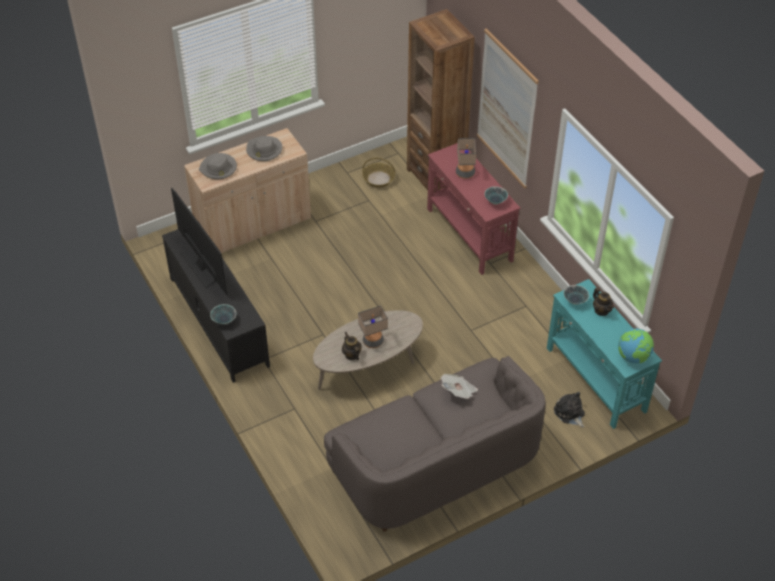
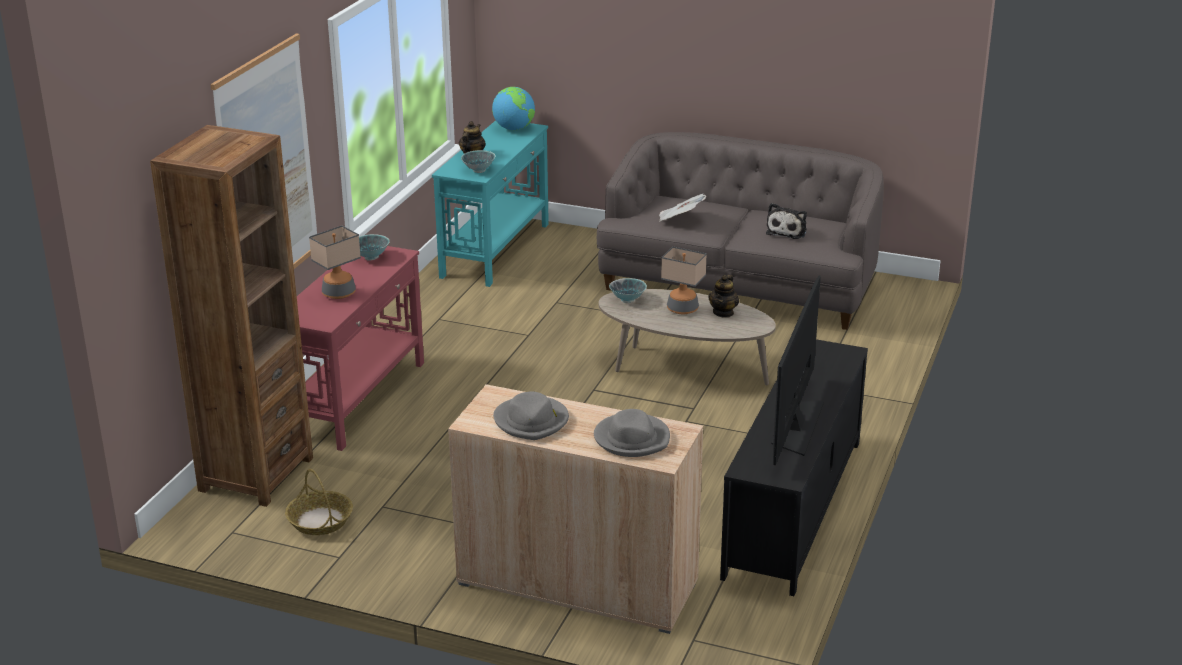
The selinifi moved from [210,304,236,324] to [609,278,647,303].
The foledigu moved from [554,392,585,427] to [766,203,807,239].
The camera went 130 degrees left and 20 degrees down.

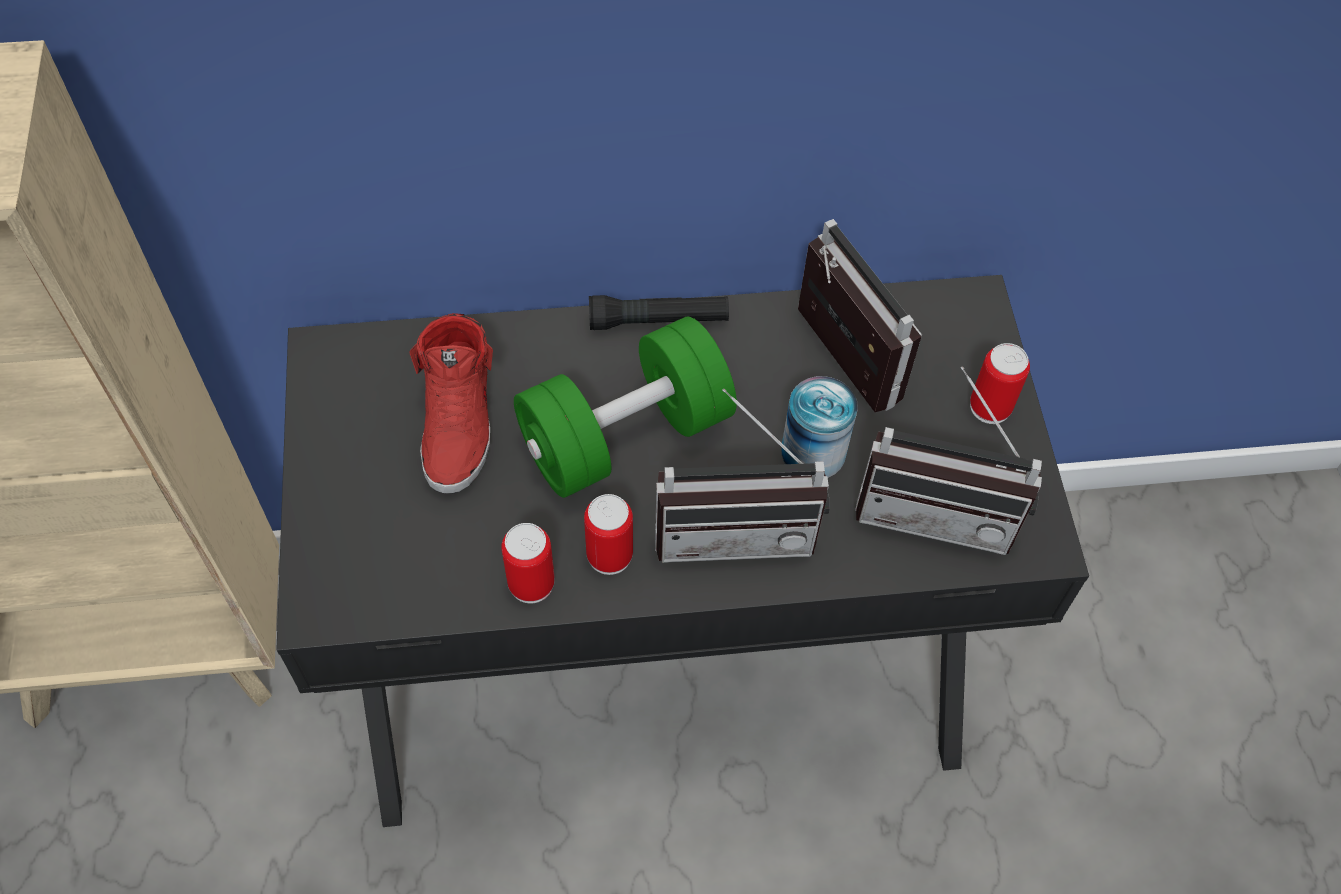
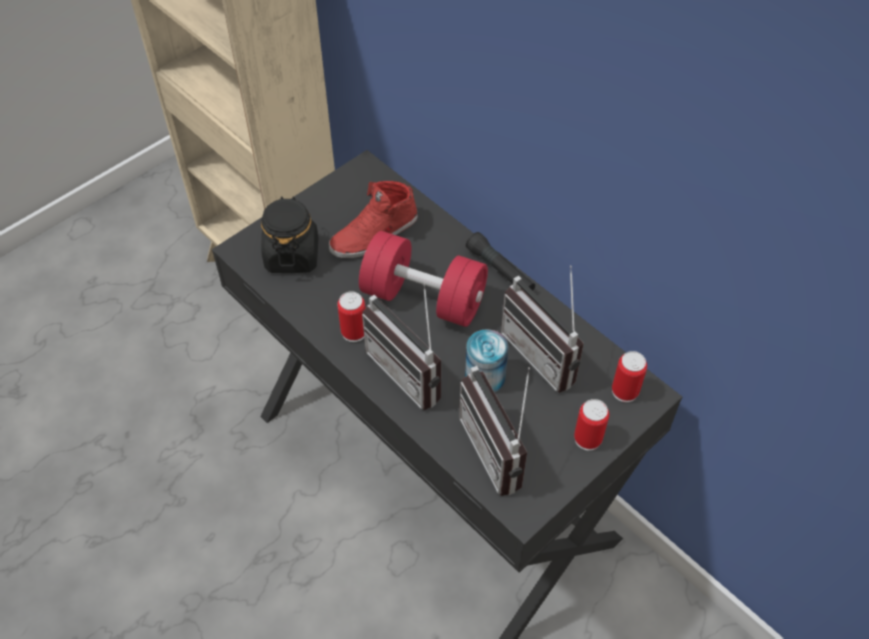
The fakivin moved from [501,523,555,603] to [612,351,647,402].
The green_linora at [514,317,737,498] became the red_linora at [359,231,488,327].
The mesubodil at [798,219,922,412] turned 120 degrees clockwise.
The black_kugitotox at [261,196,318,273] appeared.
The camera went 55 degrees right and 5 degrees down.

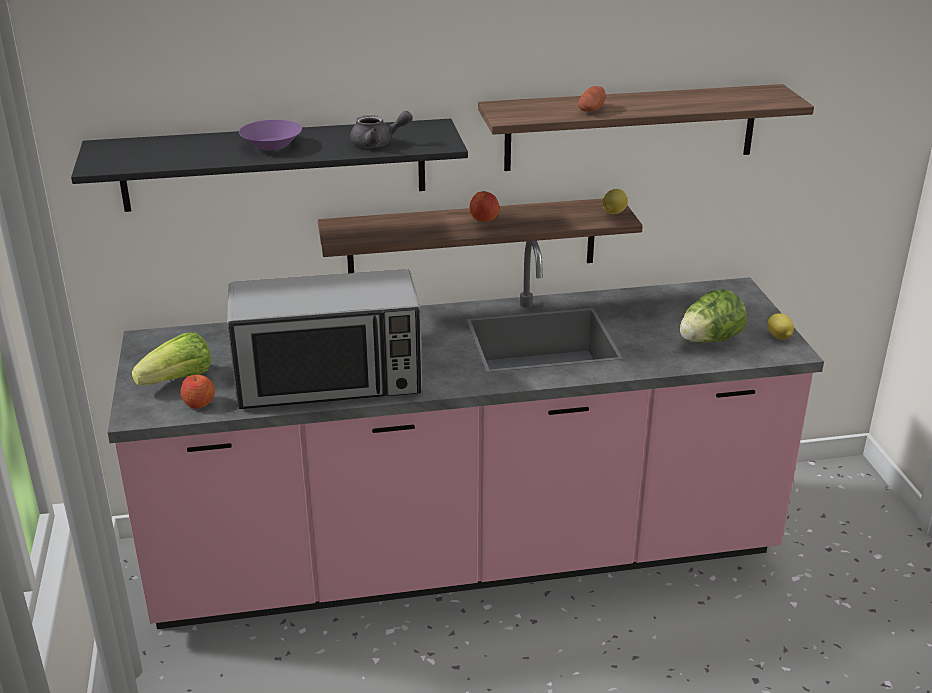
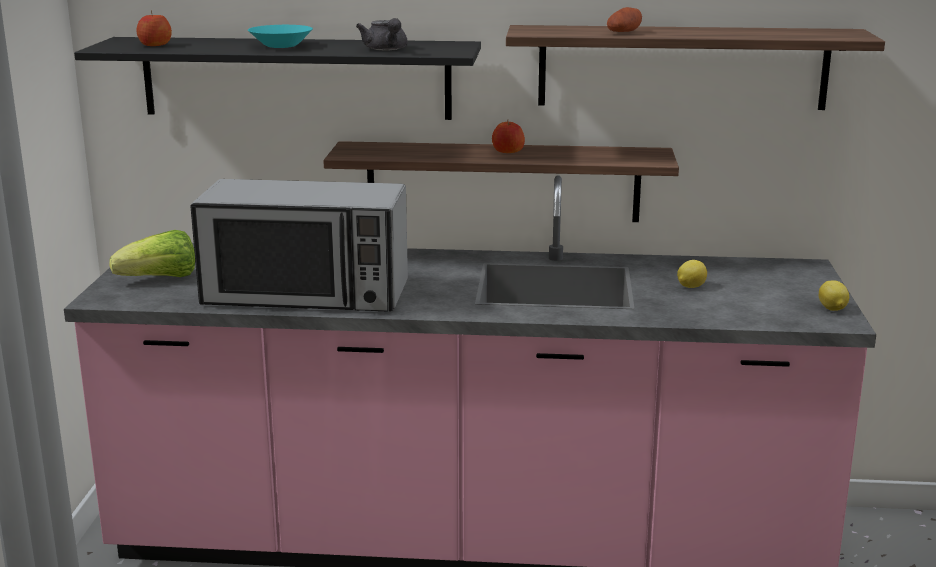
The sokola moved from [181,375,215,409] to [137,11,172,46].
The purple_selinifi at [239,120,302,150] became the turquoise_selinifi at [248,25,313,48].
The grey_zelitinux at [350,111,413,148] turned 60 degrees clockwise.
The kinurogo moved from [602,189,628,214] to [677,260,707,288].
The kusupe at [680,289,747,343] disappeared.
The camera went 15 degrees right and 10 degrees down.

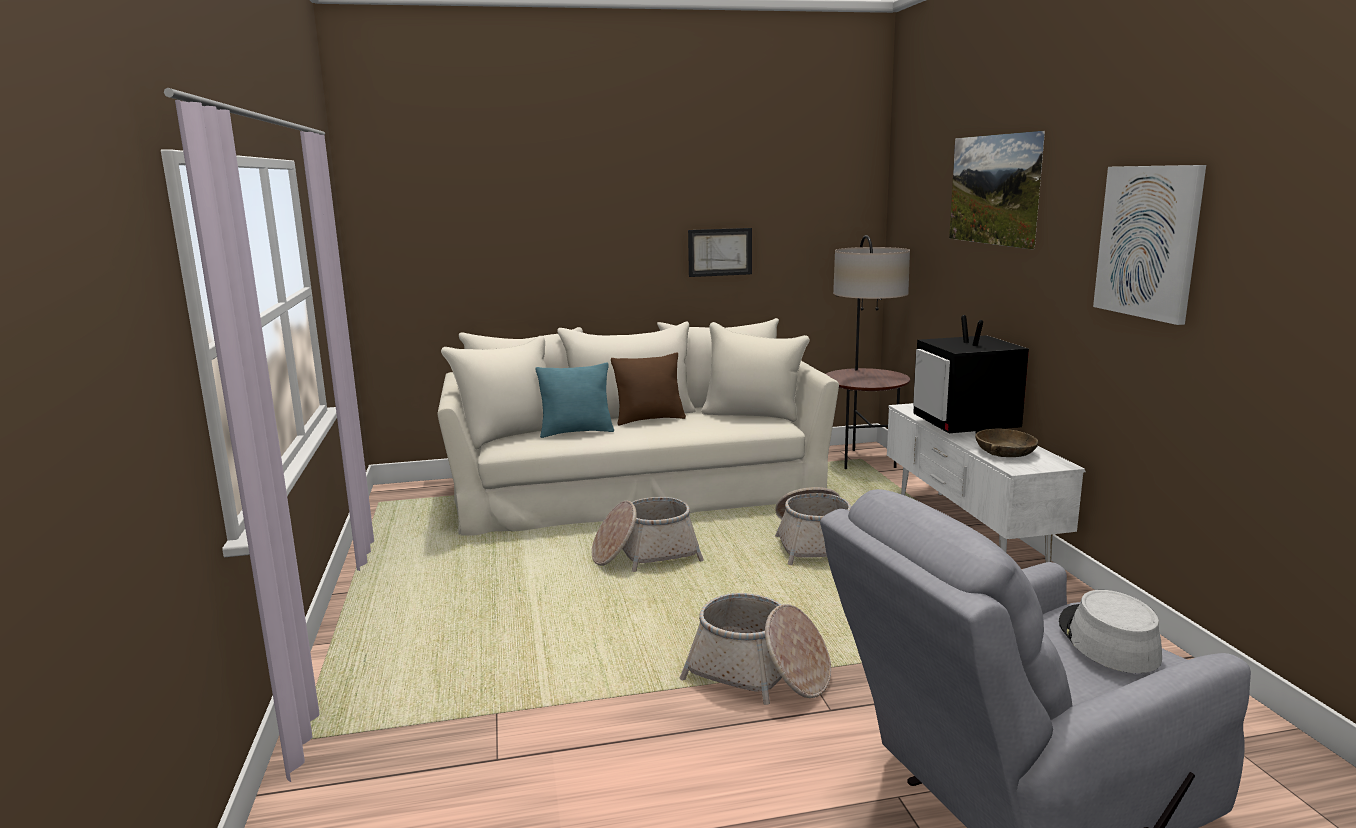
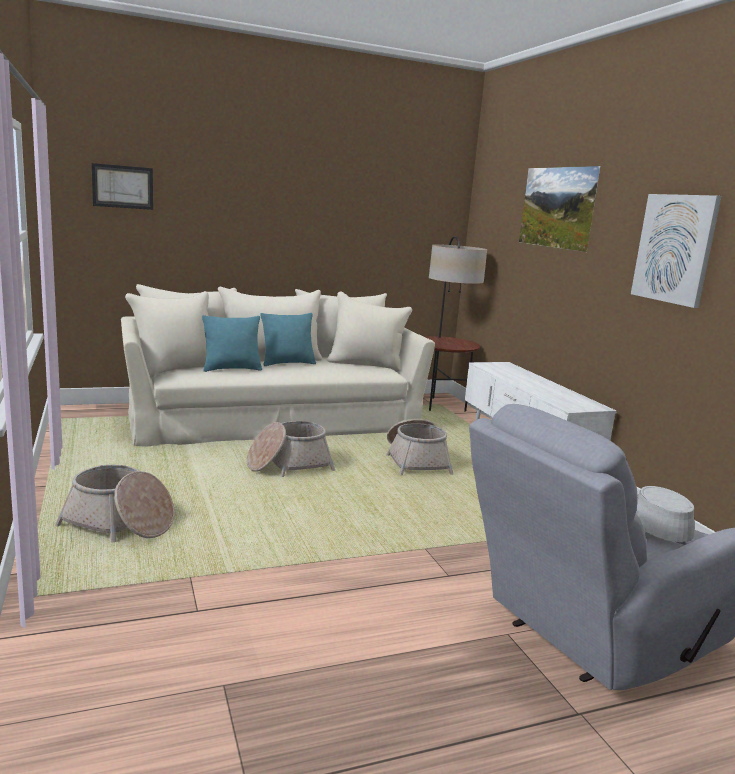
The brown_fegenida at [611,352,686,426] became the turquoise_fegenida at [261,313,316,366].
The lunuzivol moved from [680,593,831,705] to [55,465,175,543].
The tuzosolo moved from [688,228,752,277] to [92,163,153,210].
The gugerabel at [913,315,1029,433] disappeared.
The brown_selinifi at [975,428,1038,457] disappeared.
The camera went 10 degrees left and 0 degrees up.

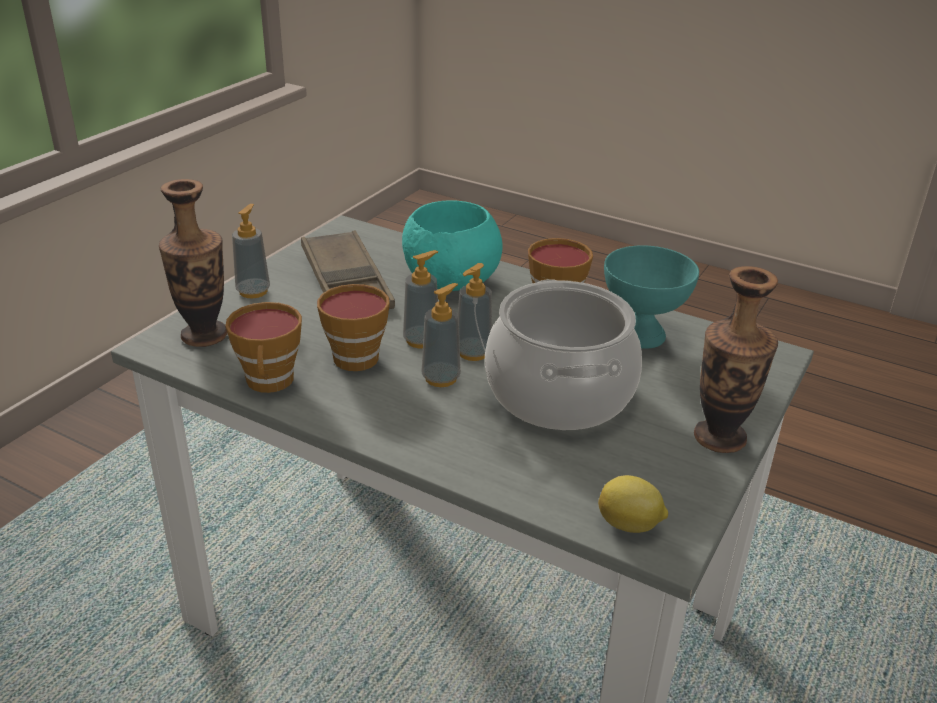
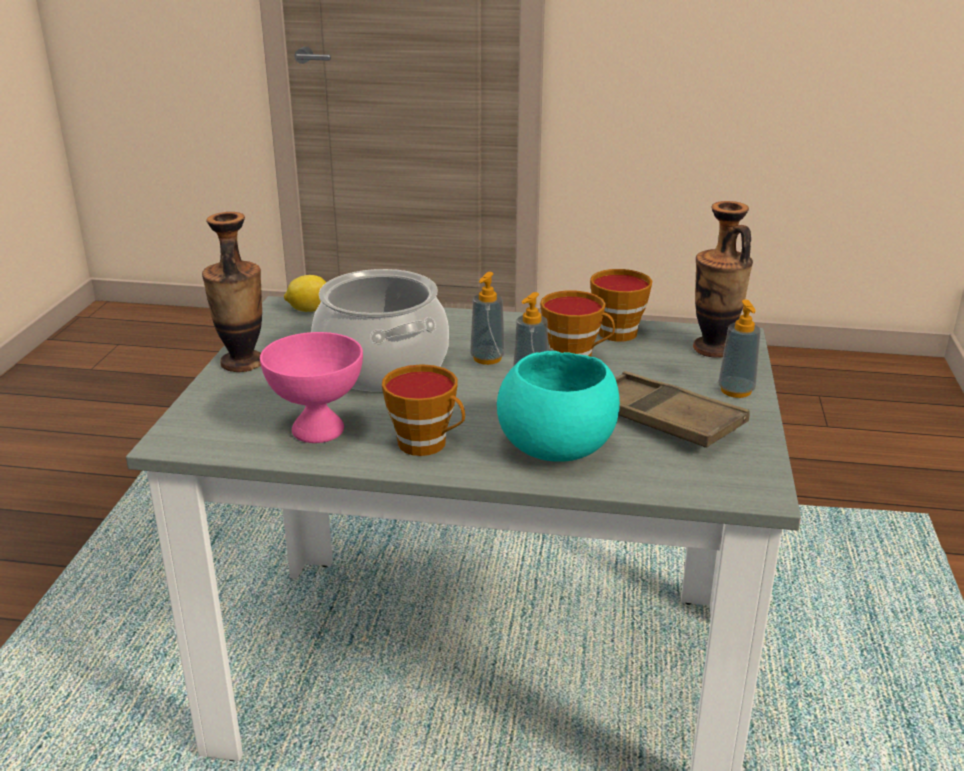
The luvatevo at [458,263,492,361] disappeared.
The turquoise_selinifi at [604,245,699,349] became the pink_selinifi at [260,332,363,443].
The camera went 160 degrees right and 5 degrees down.

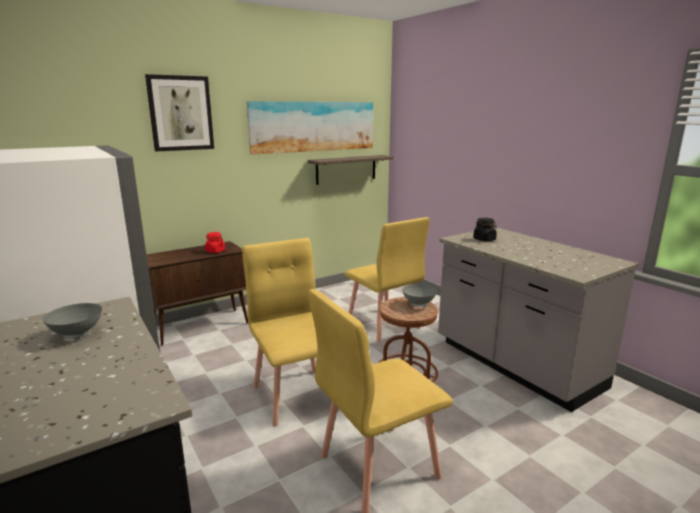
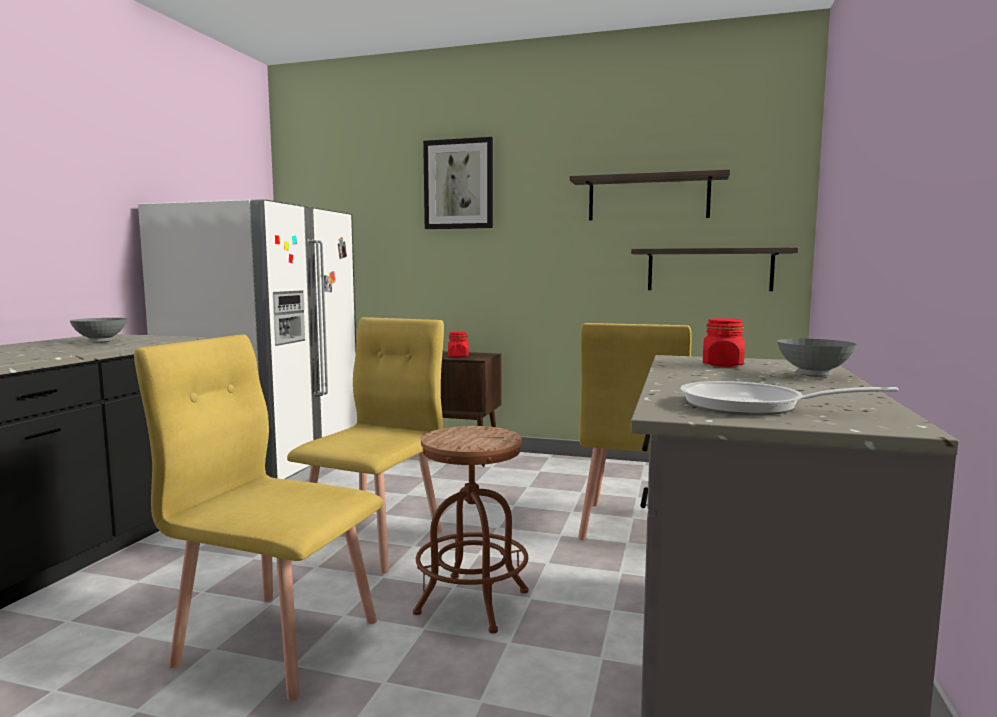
The tuzosolo at [247,101,373,155] was replaced by the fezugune at [569,169,730,220].
The grey_selinifi moved from [402,284,437,307] to [777,339,857,377].
The black_kugitotox at [473,218,497,241] became the red_kugitotox at [703,318,745,367].
The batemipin at [680,381,898,416] appeared.
The camera went 50 degrees right and 10 degrees down.

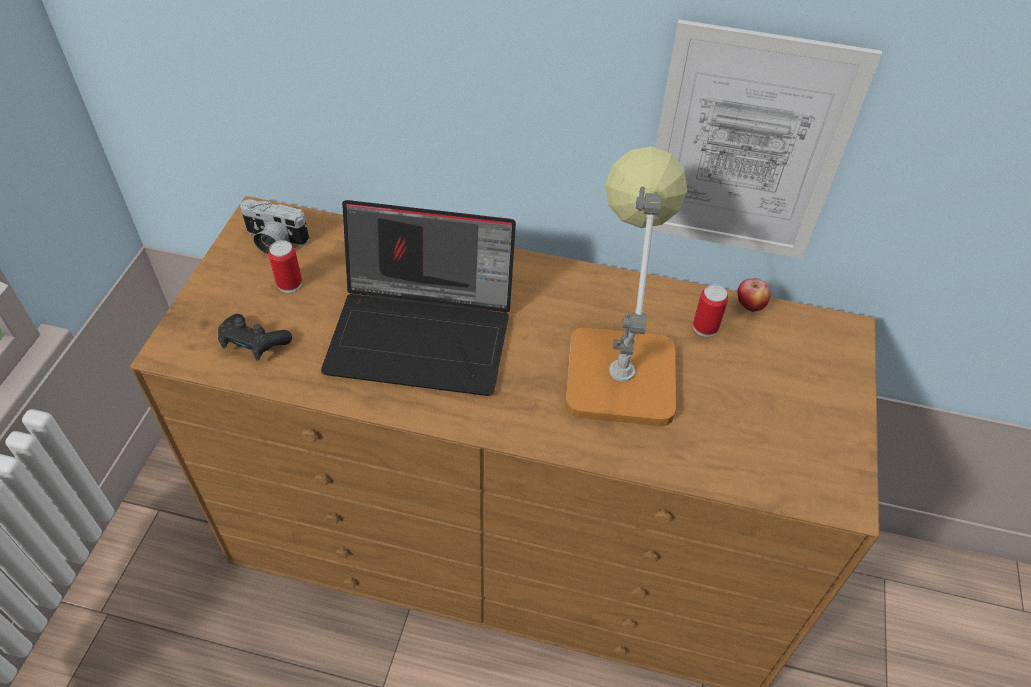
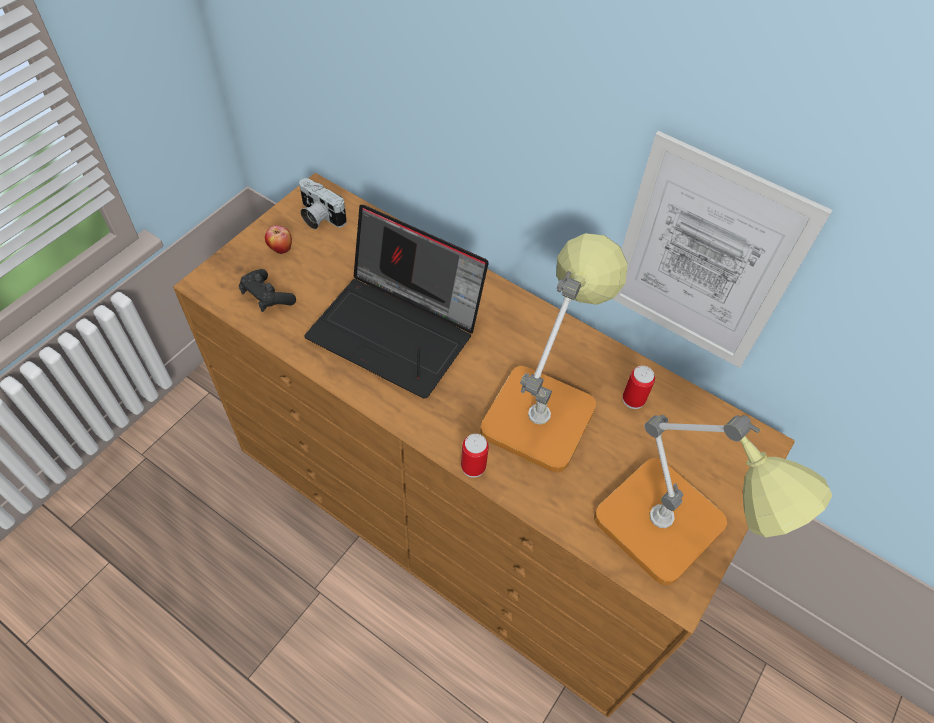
The fakivin moved from [268,240,302,293] to [461,434,489,478].
The sokola moved from [737,278,771,312] to [265,225,292,254].
The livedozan at [594,415,833,585] appeared.
The camera went 20 degrees right and 5 degrees up.

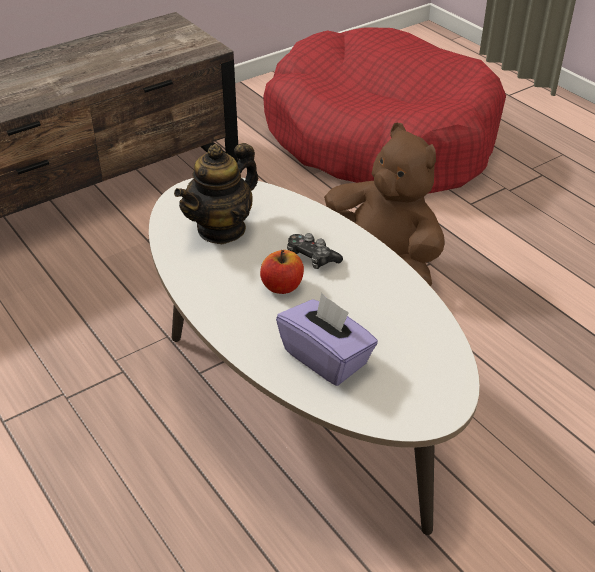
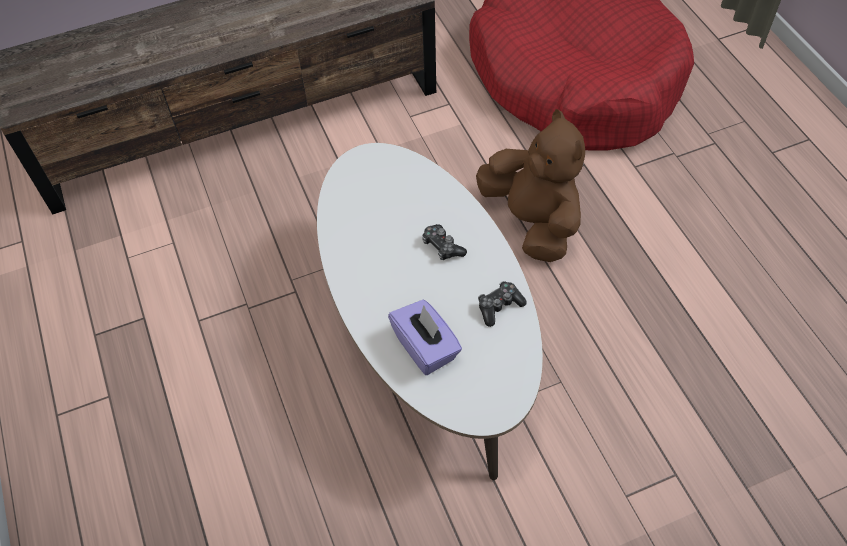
The zelitinux at [174,143,258,244] disappeared.
The sokola at [260,250,304,294] disappeared.
The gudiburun at [478,281,527,327] appeared.
The camera went 15 degrees right and 15 degrees up.

